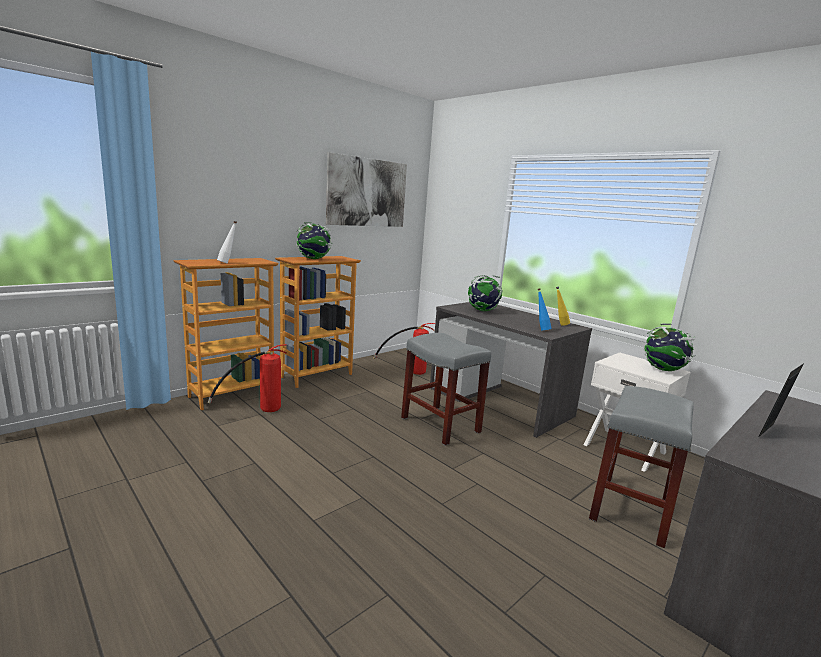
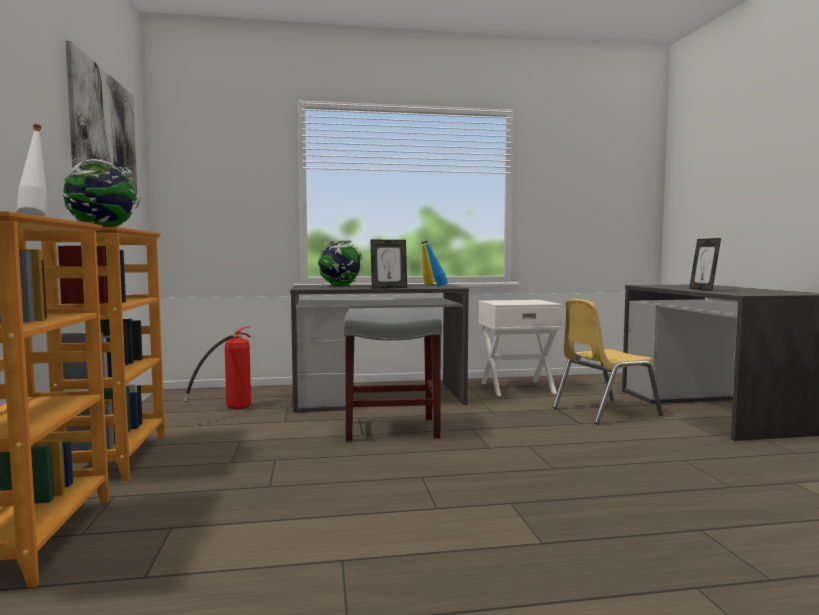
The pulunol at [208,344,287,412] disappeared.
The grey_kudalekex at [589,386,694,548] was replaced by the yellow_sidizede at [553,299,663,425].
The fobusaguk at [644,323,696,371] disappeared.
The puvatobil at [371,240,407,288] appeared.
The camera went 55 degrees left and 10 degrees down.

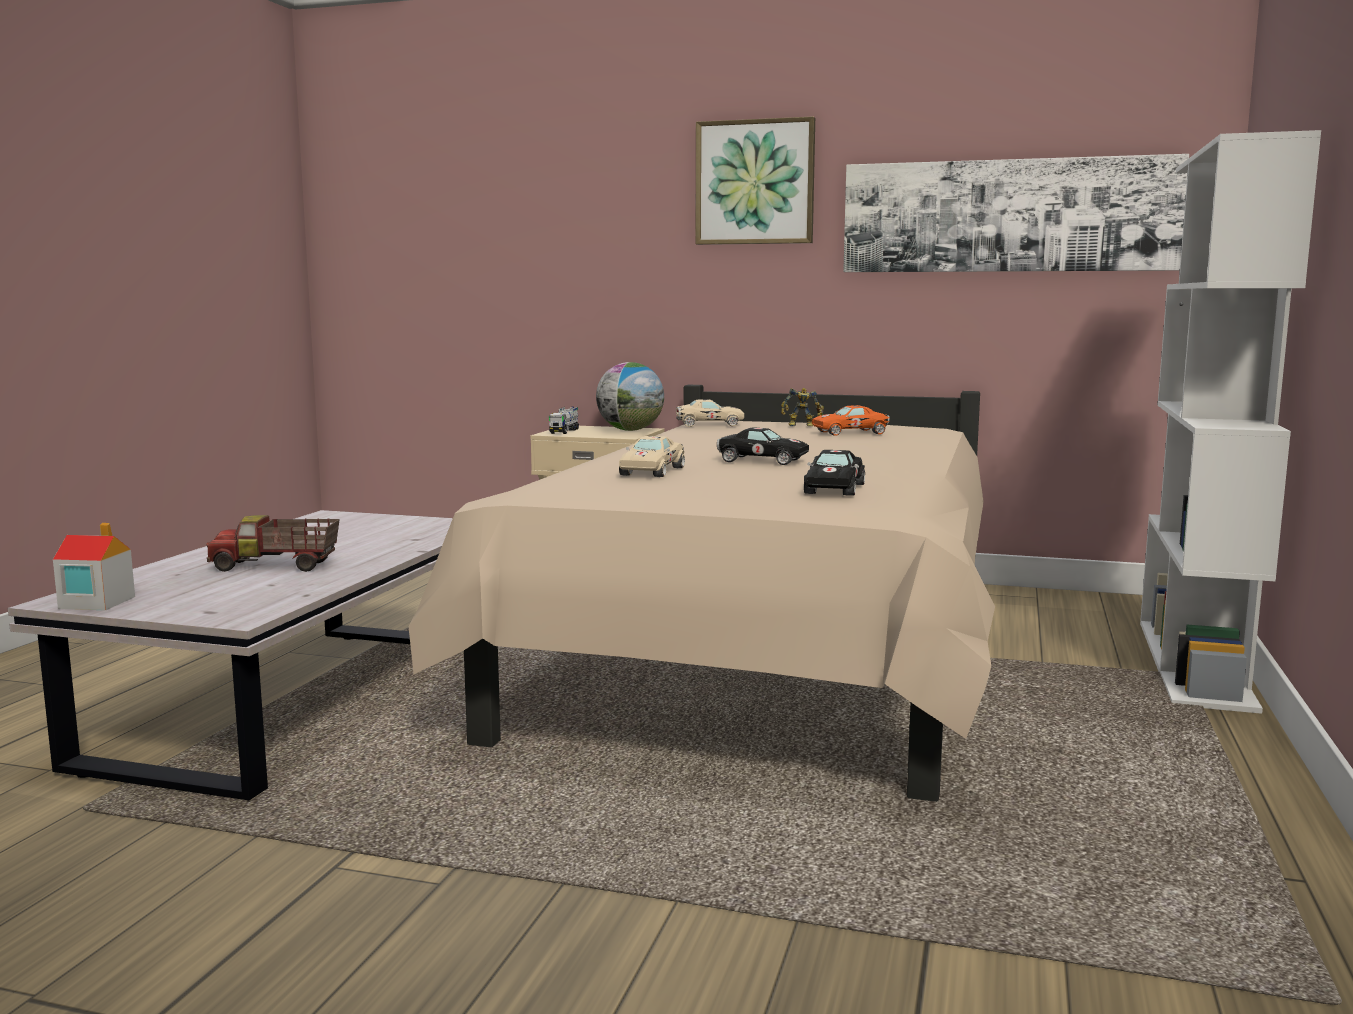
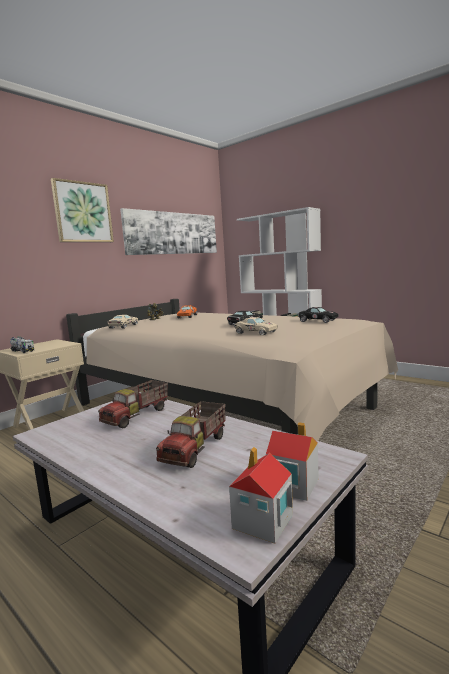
The fobusaguk at [596,362,664,431] disappeared.
The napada at [98,380,168,428] appeared.
The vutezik at [266,422,319,501] appeared.
The camera went 65 degrees left and 0 degrees up.

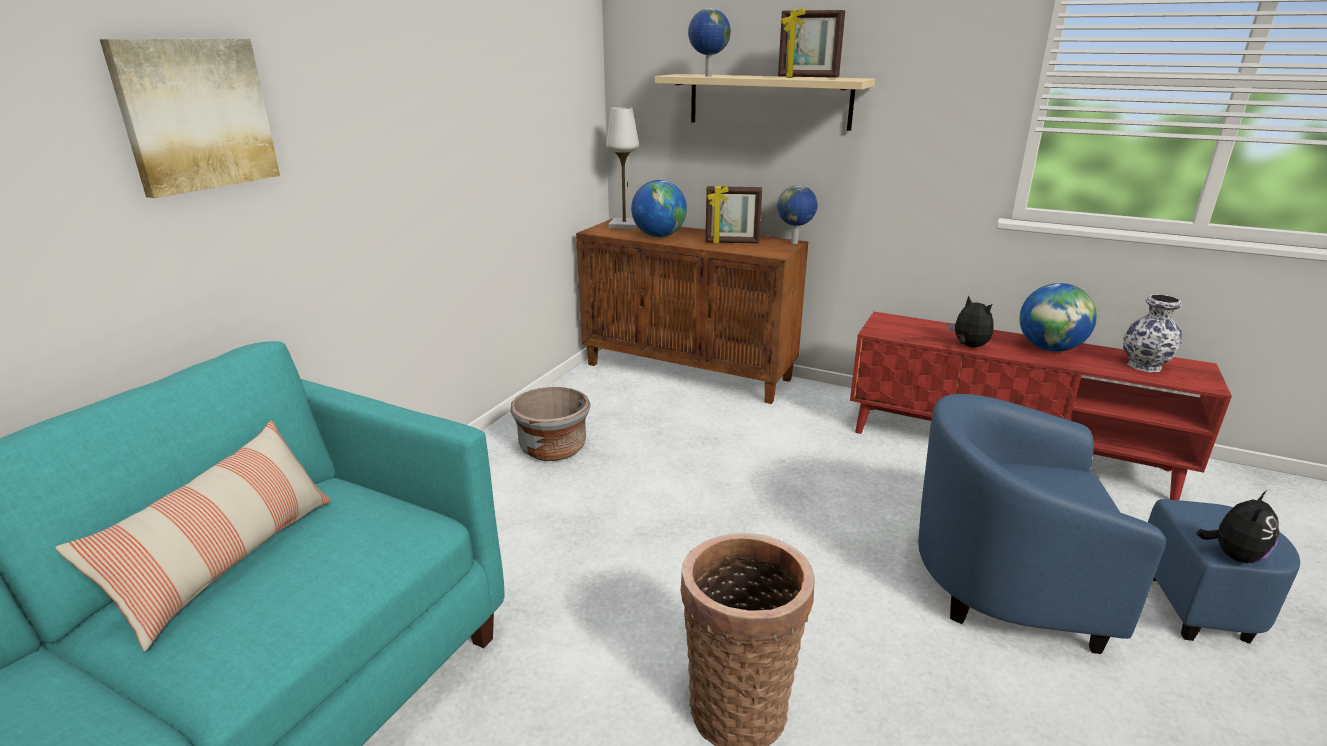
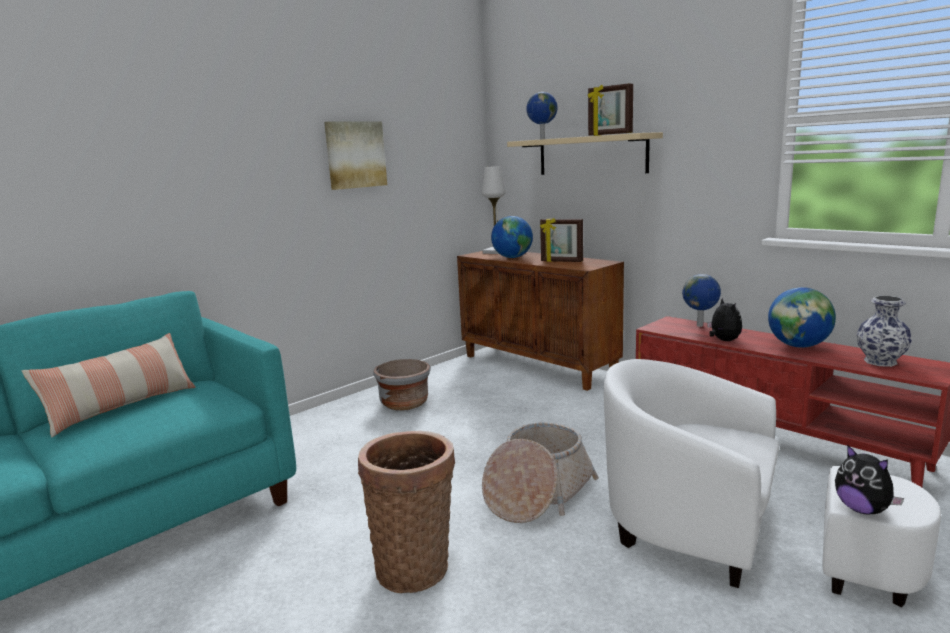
The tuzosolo moved from [100,39,280,198] to [324,121,387,190].
The fobusaguk moved from [777,185,818,244] to [682,274,721,327].
The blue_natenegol at [918,394,1300,654] became the white_natenegol at [604,359,941,607].
The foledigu at [1196,491,1280,563] turned 90 degrees clockwise.
The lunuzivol at [482,422,599,523] appeared.
The camera went 20 degrees right and 10 degrees down.

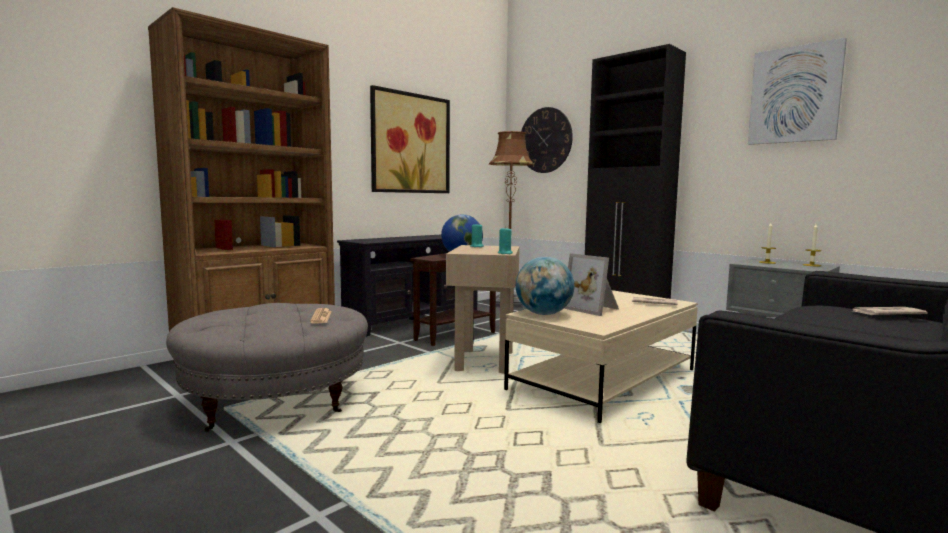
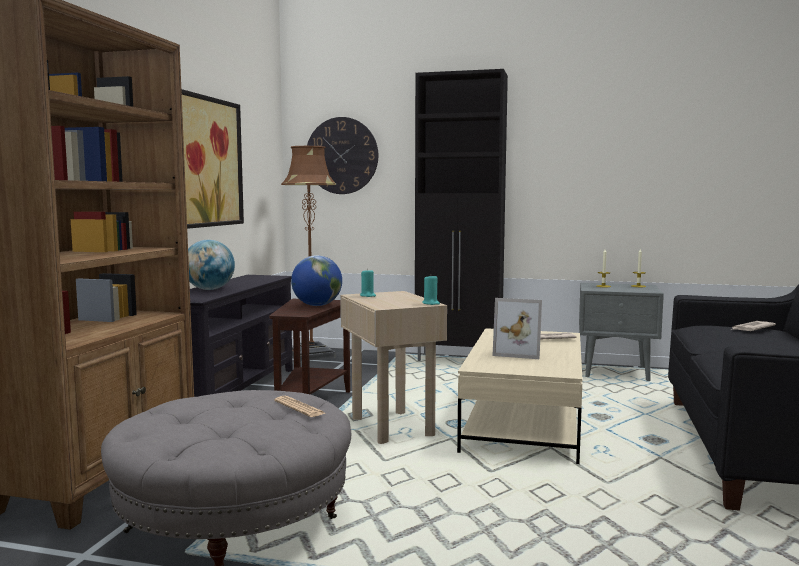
The fobusaguk moved from [516,257,574,315] to [188,240,235,290].
The tuzosolo at [748,38,847,145] disappeared.
The camera went 30 degrees left and 0 degrees up.

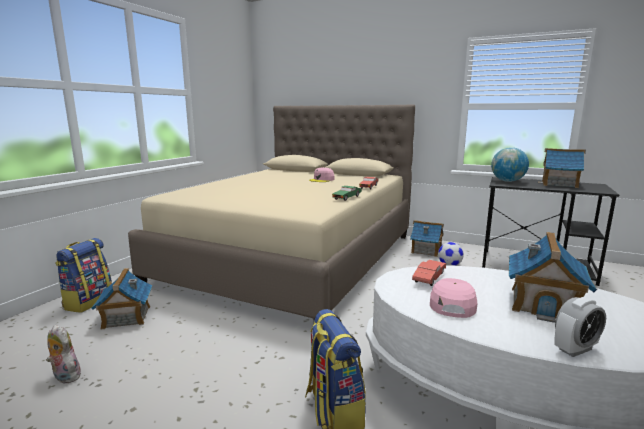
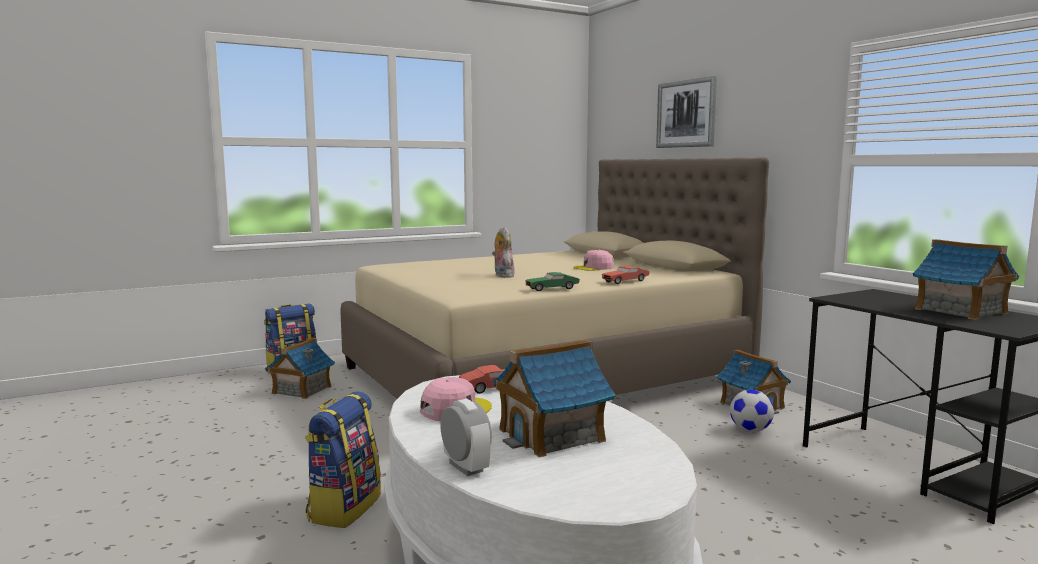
The foledigu moved from [46,325,81,383] to [492,226,515,278].
The fobusaguk at [491,147,529,182] disappeared.
The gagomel at [554,297,606,357] turned 135 degrees counterclockwise.
The tuzosolo at [656,76,717,148] appeared.
The camera went 35 degrees right and 5 degrees down.

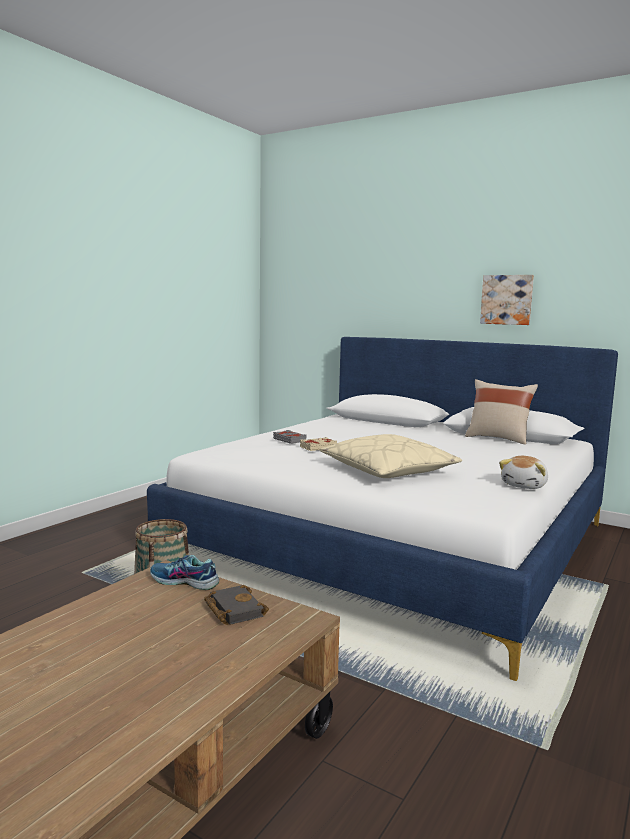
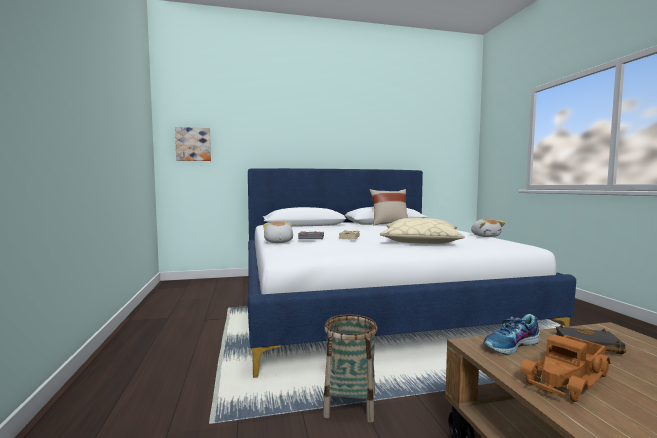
The tuzosolo moved from [480,275,534,325] to [175,127,211,161].
The foledigu at [263,221,293,243] appeared.
The napada at [520,334,611,402] appeared.
The camera went 45 degrees left and 5 degrees down.

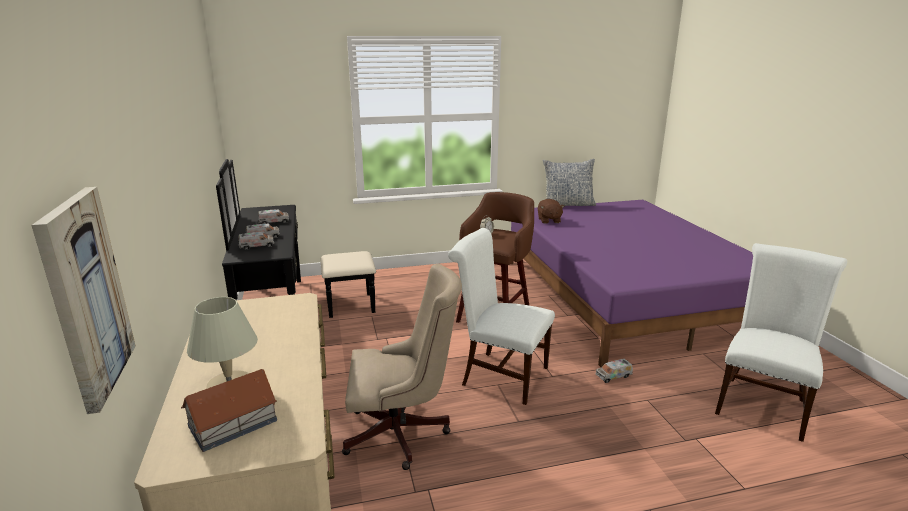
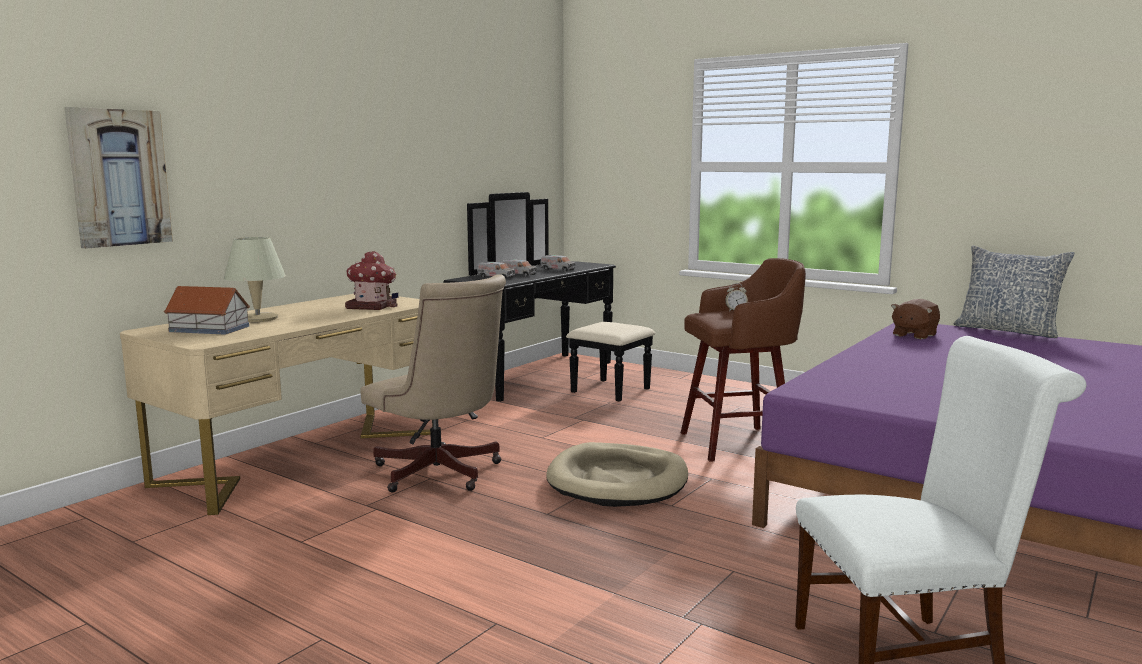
The white_sidizede at [448,228,555,405] was replaced by the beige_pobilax at [546,442,688,507].
The napada at [595,359,633,383] disappeared.
The vutezik at [345,251,398,310] appeared.
The camera went 50 degrees right and 10 degrees down.

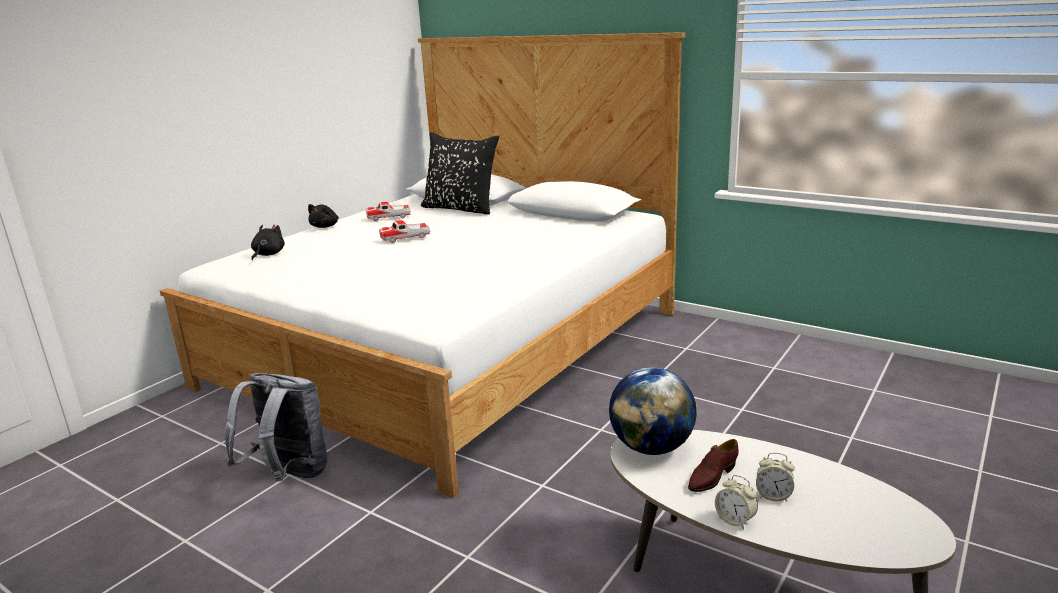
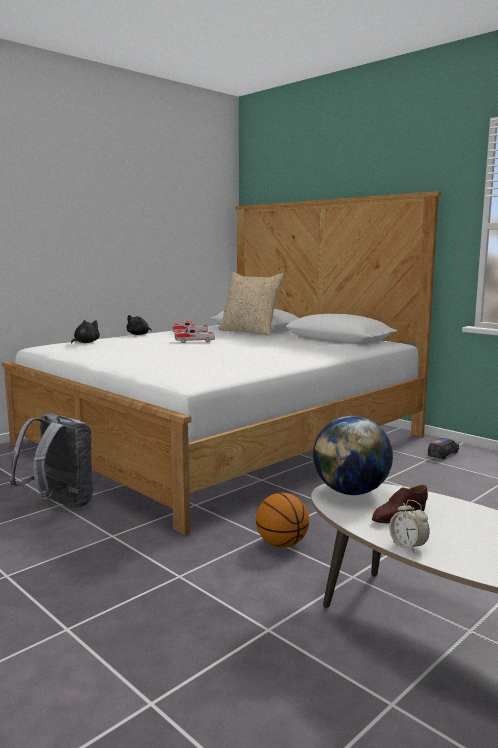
The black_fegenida at [421,132,499,215] became the beige_fegenida at [219,272,284,336].
The gagomel at [756,453,795,502] disappeared.
The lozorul at [256,493,309,548] appeared.
The napada at [427,438,459,460] appeared.
The camera went 10 degrees right and 10 degrees down.

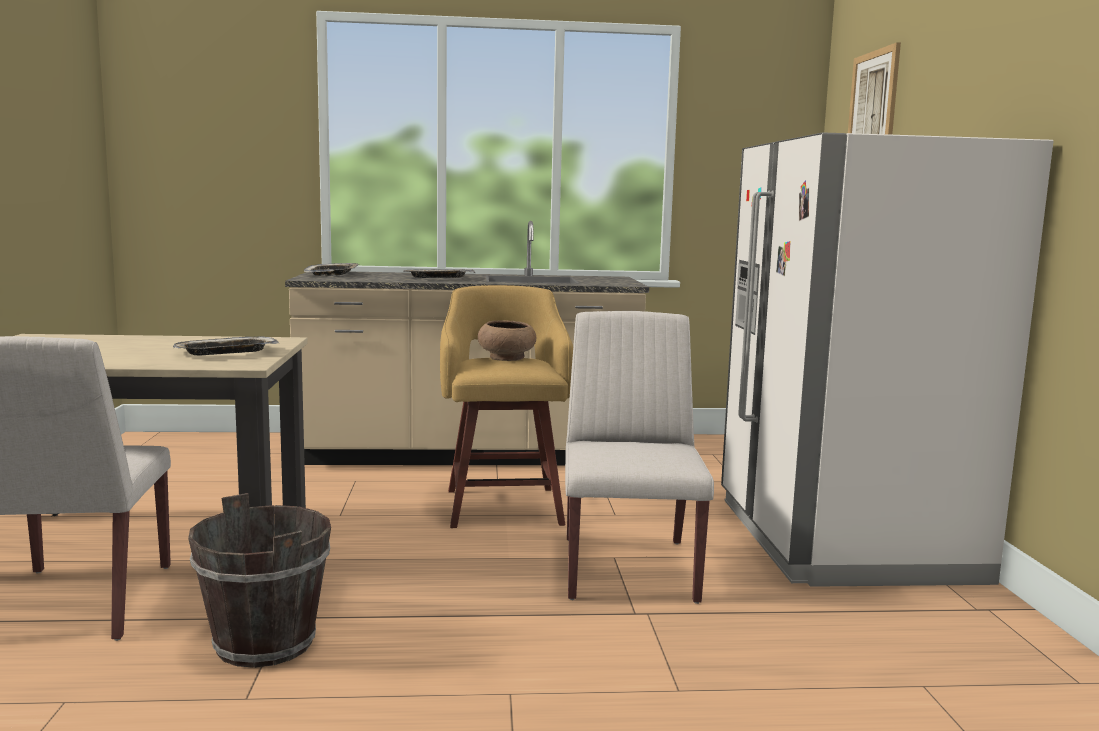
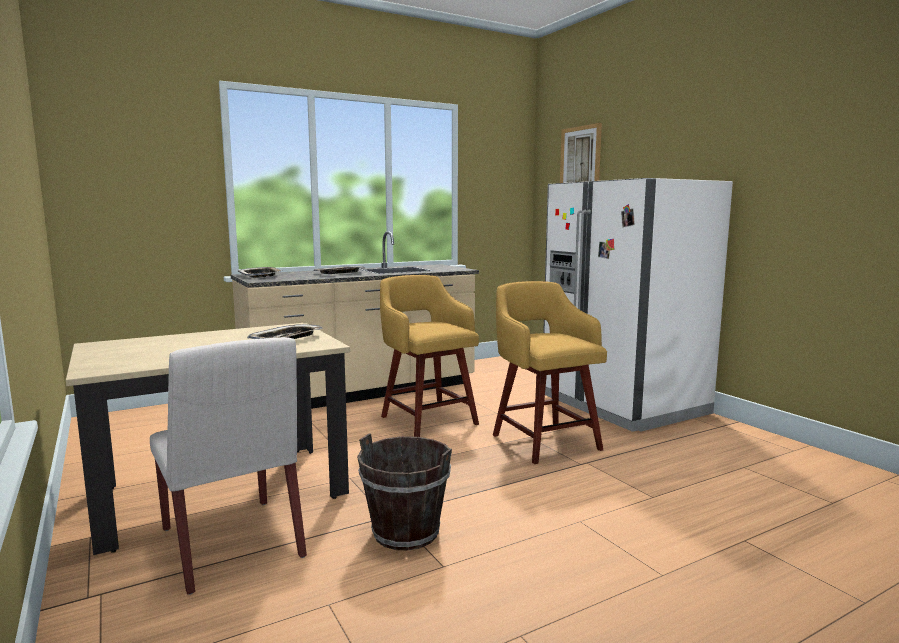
The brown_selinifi at [478,321,536,361] disappeared.
The white_sidizede at [565,311,714,604] was replaced by the yellow_kudalekex at [493,281,607,464].
The camera went 25 degrees left and 0 degrees up.

